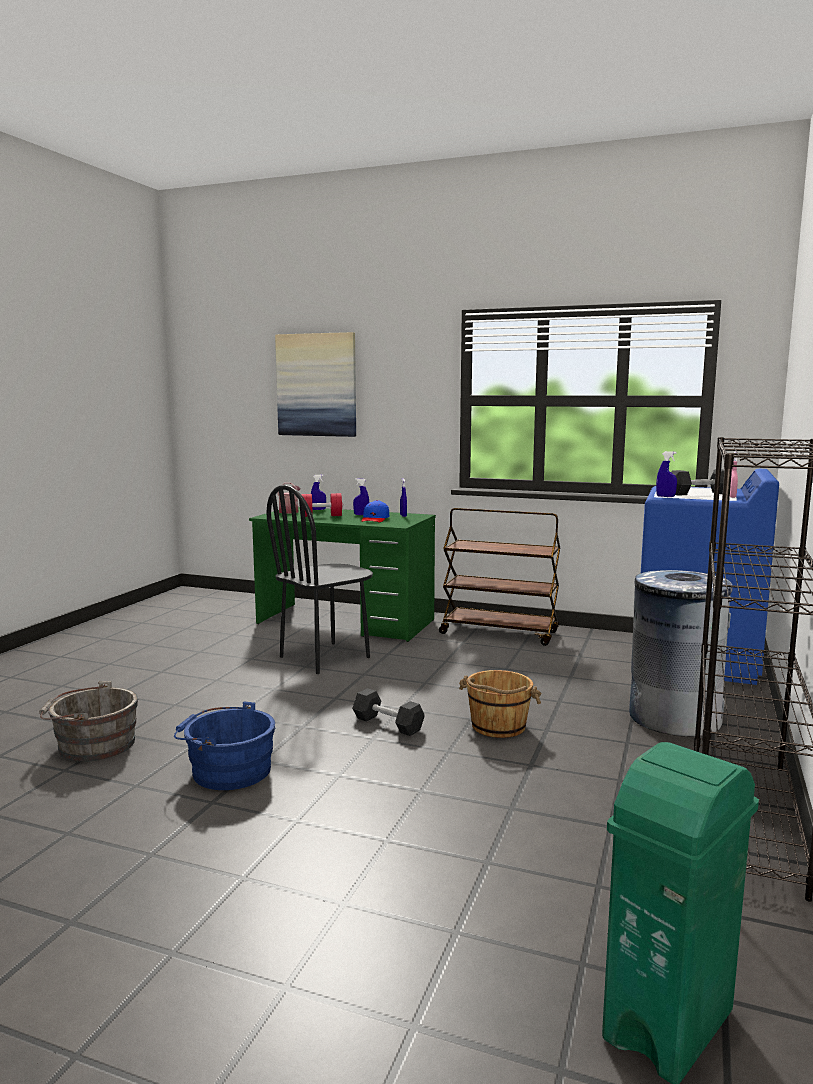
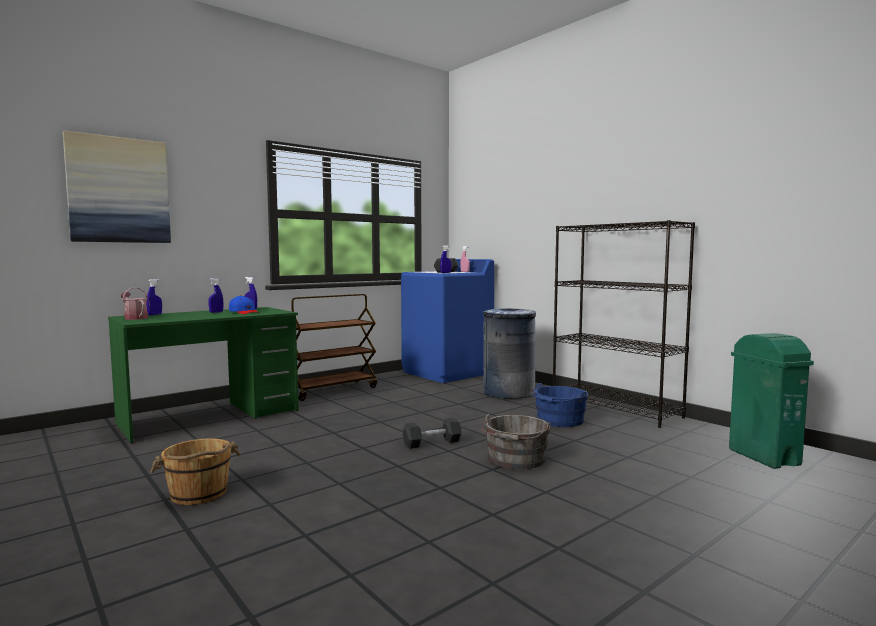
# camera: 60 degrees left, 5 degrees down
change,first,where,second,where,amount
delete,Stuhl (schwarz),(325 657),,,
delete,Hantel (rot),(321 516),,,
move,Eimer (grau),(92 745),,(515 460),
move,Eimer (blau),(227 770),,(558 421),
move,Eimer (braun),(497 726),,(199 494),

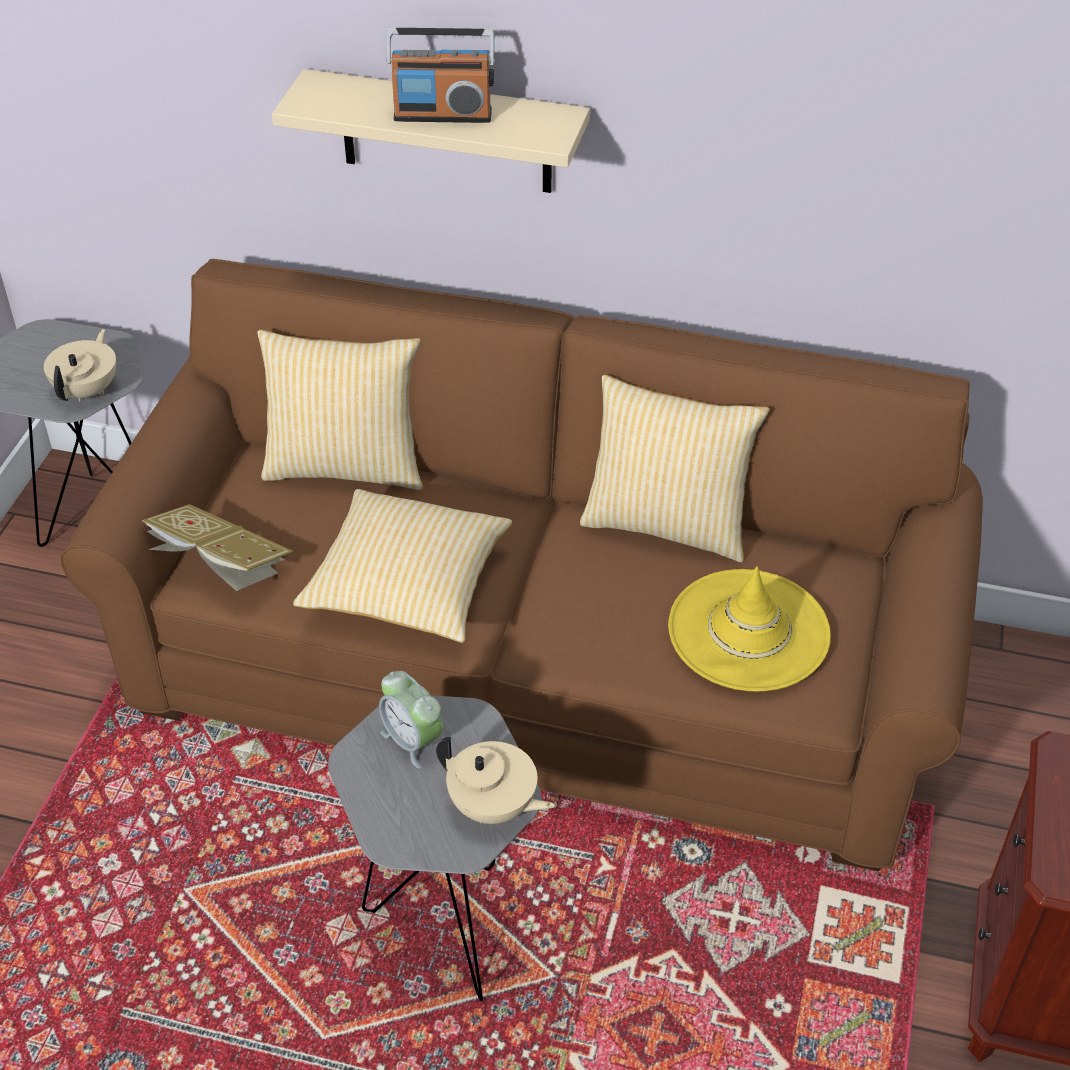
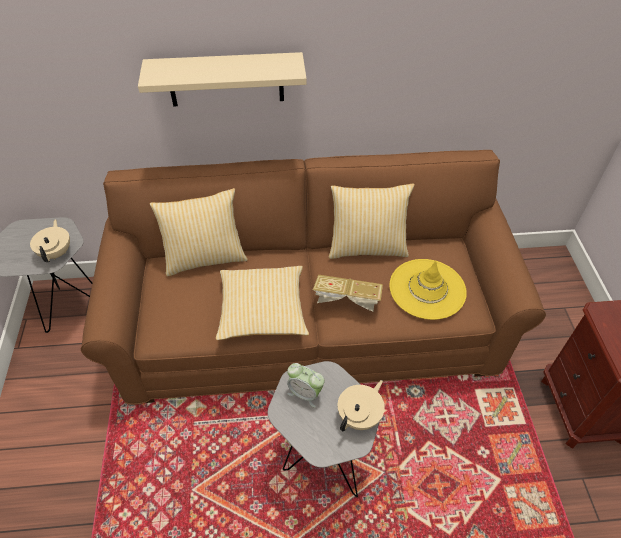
# camera: 20 degrees left, 5 degrees up
change,first,where,second,where,amount
delete,Radio,(443 115),,,
move,Buch,(220 567),,(347 301),
rotate,Teekanne (beige),(493 807),,(360 416),60 degrees counterclockwise

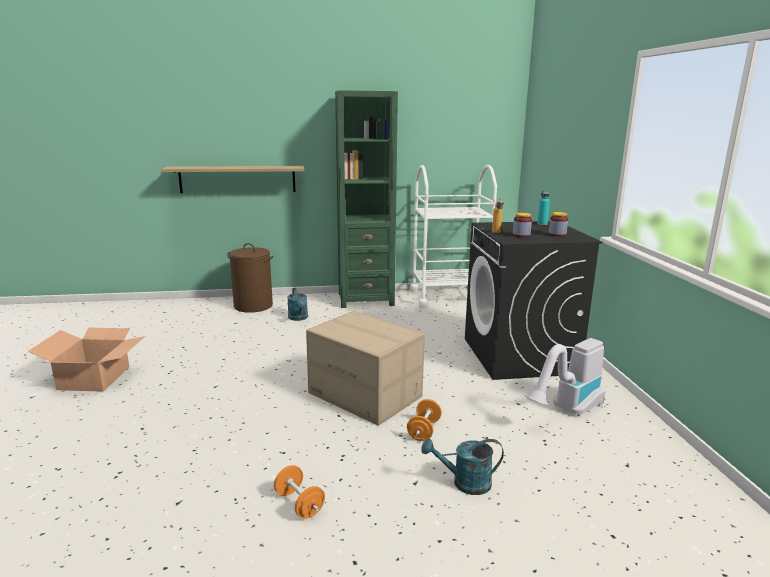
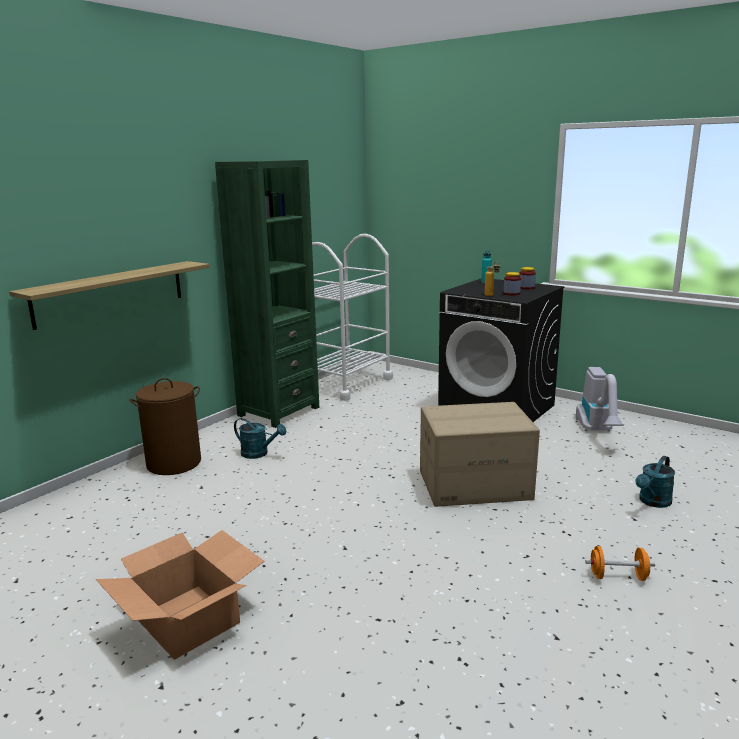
# camera: 45 degrees left, 0 degrees up
change,first,where,second,where,amount
delete,Hantel (orange),(424 430),,,

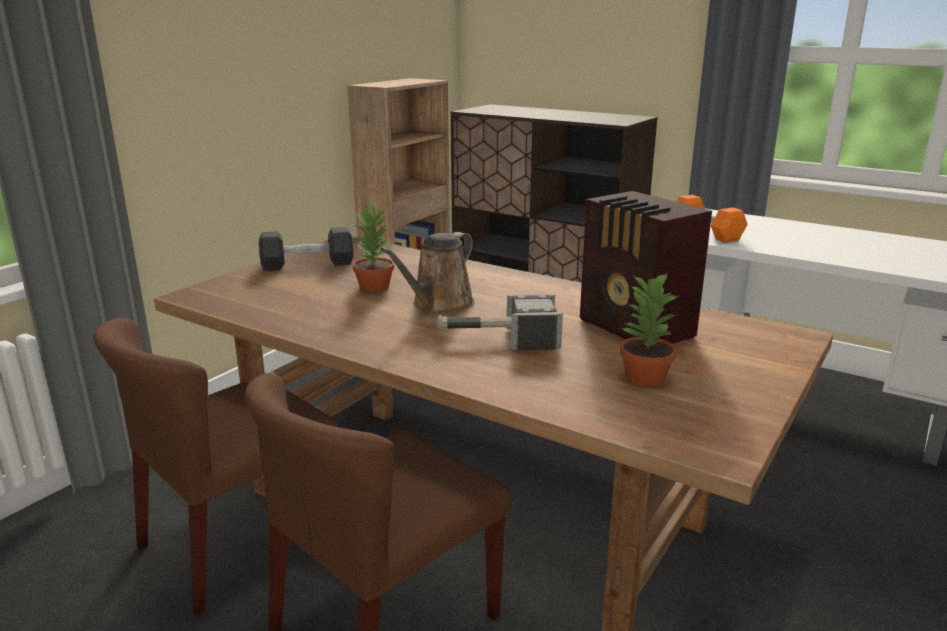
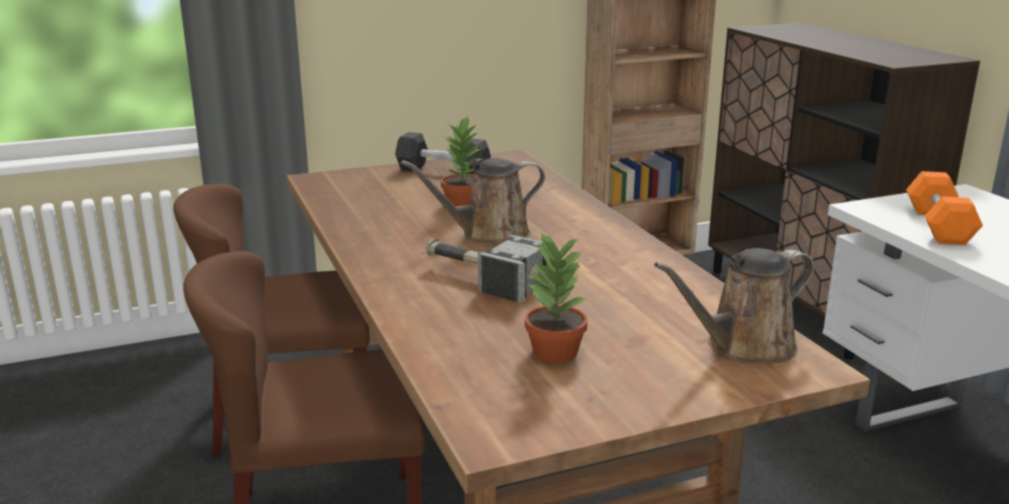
# camera: 35 degrees right, 0 degrees up
change,first,where,second,where,amount
delete,Radio,(636 329),,,
insert,,,Gießkanne (braun),(743 347),

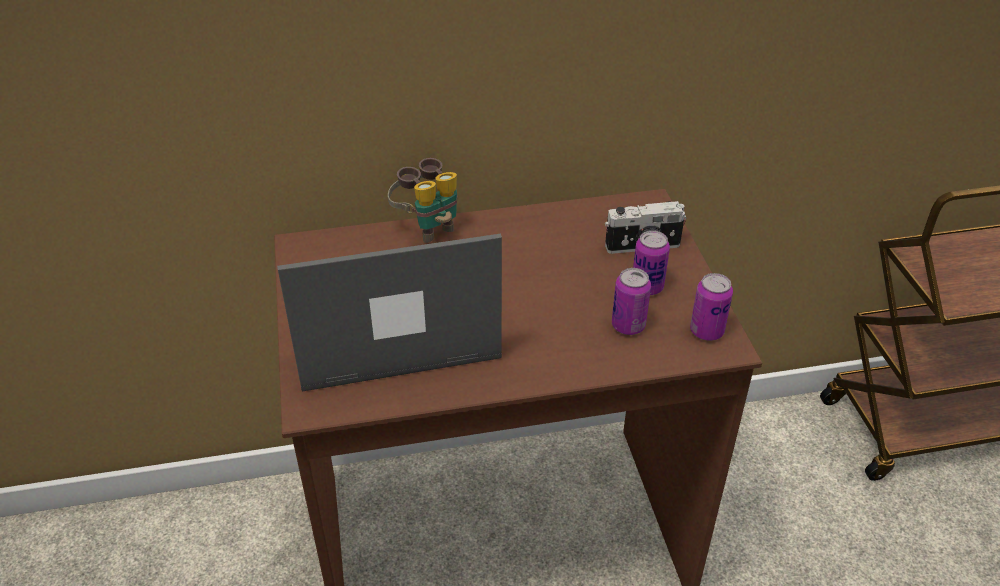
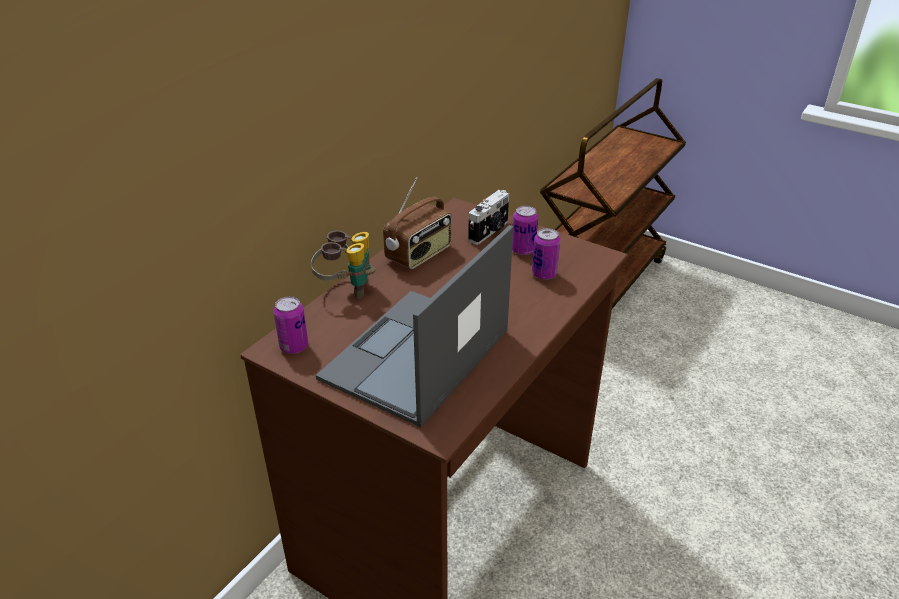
# camera: 45 degrees left, 5 degrees down
change,first,where,second,where,amount
insert,,,Radio,(419 255),
move,Dose,(706 331),,(294 346),

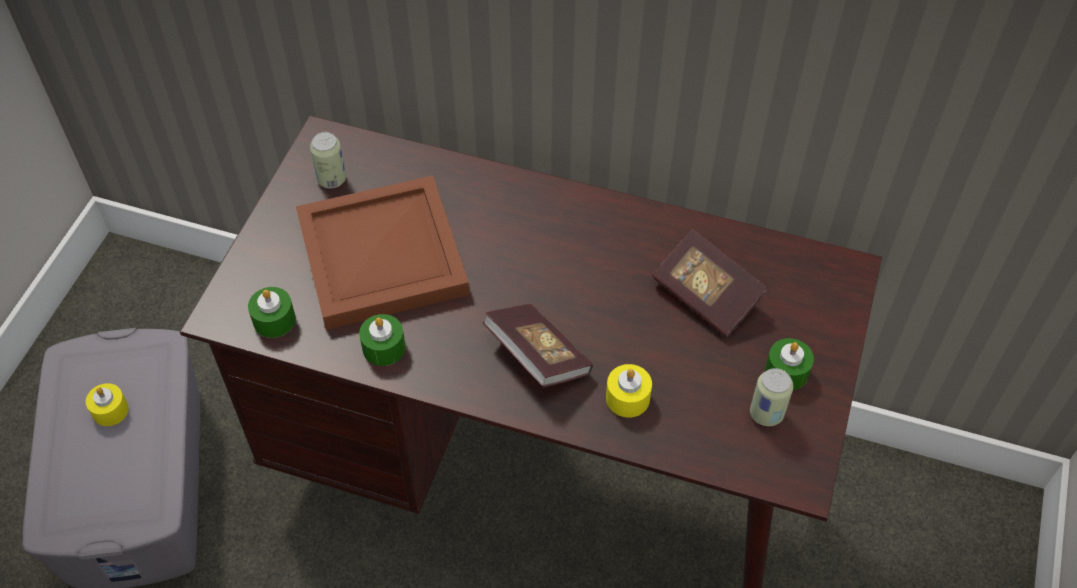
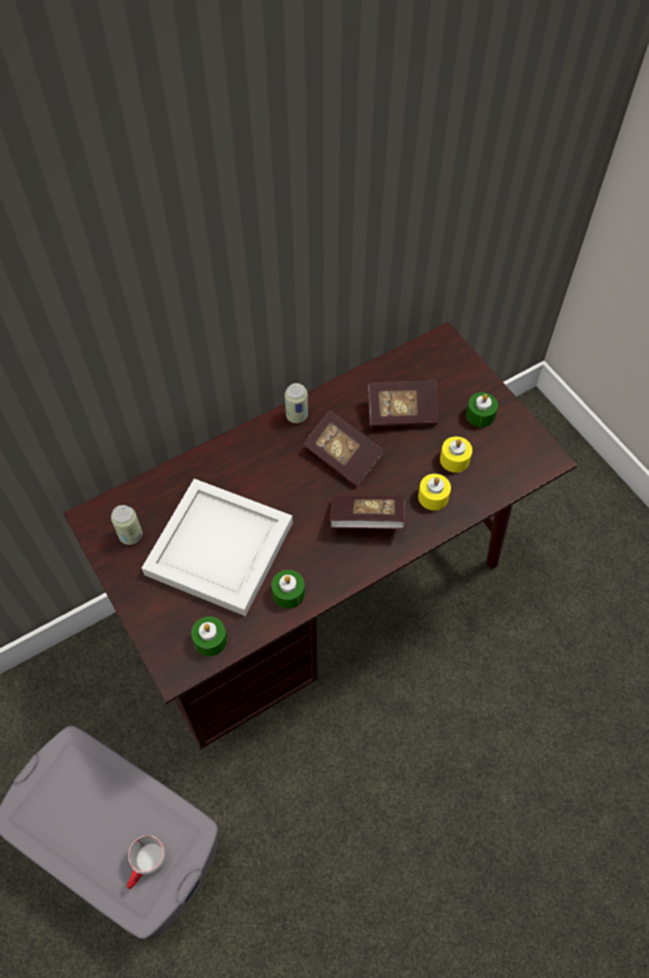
# camera: 50 degrees left, 5 degrees up
change,first,where,second,where,amount
insert,,,Henkelbecher (grau),(147 866),
insert,,,Buch,(343 457),
move,Kerze (gelb),(110 410),,(454 459),
move,Dose,(766 414),,(297 415),
recolor,Tablett (braun),(379 255),Tablett (weiß),(217 549),

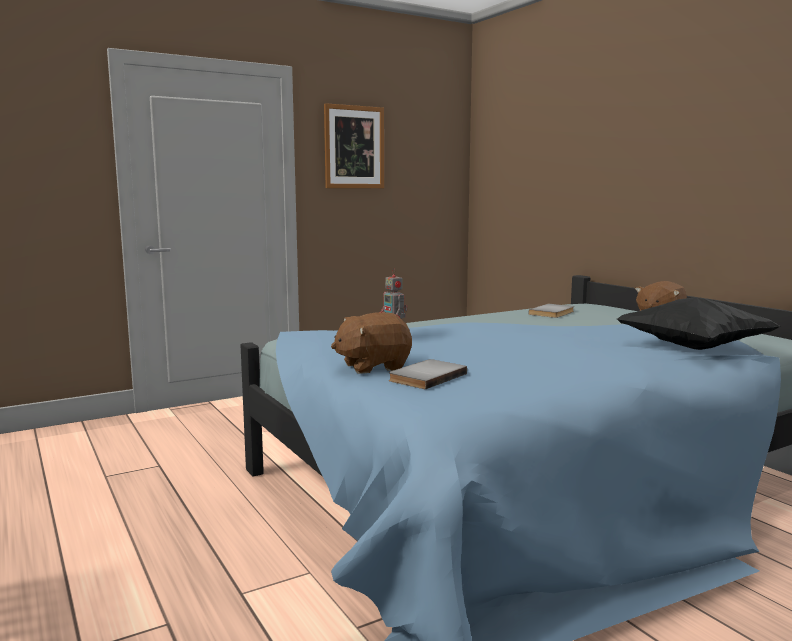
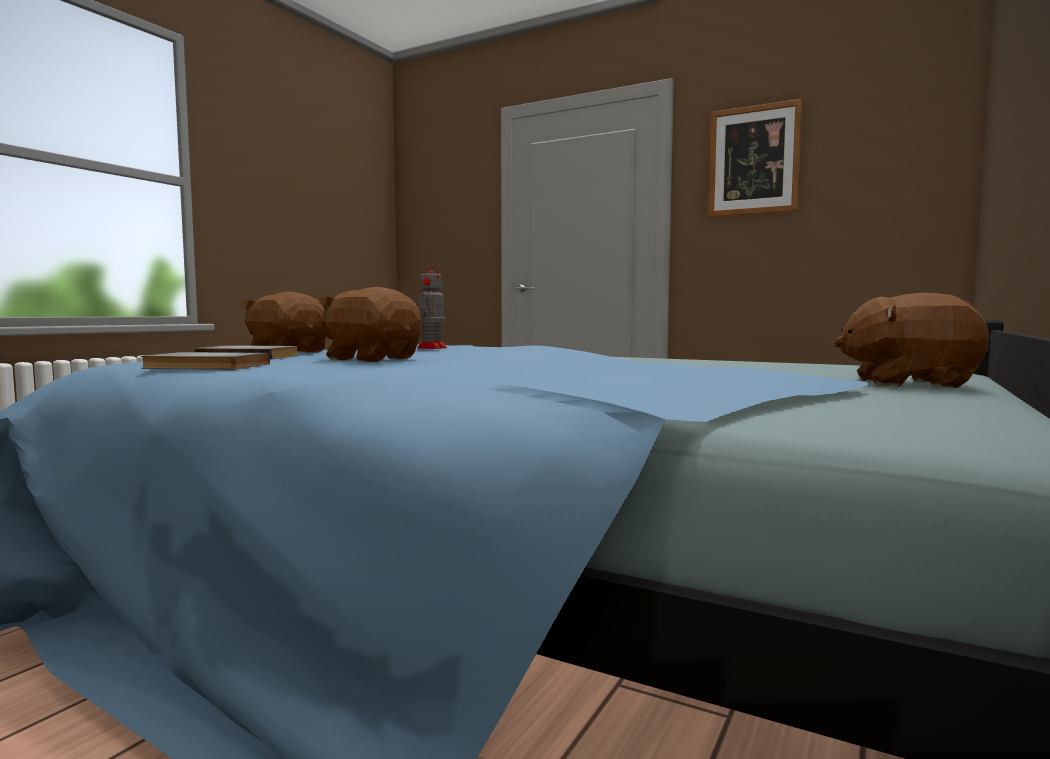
# camera: 60 degrees right, 5 degrees down
change,first,where,second,where,amount
delete,Kissen (schwarz),(693 347),,,
insert,,,Plüschtier (braun),(372 359),
move,Buch (grau),(553 313),,(204 366),

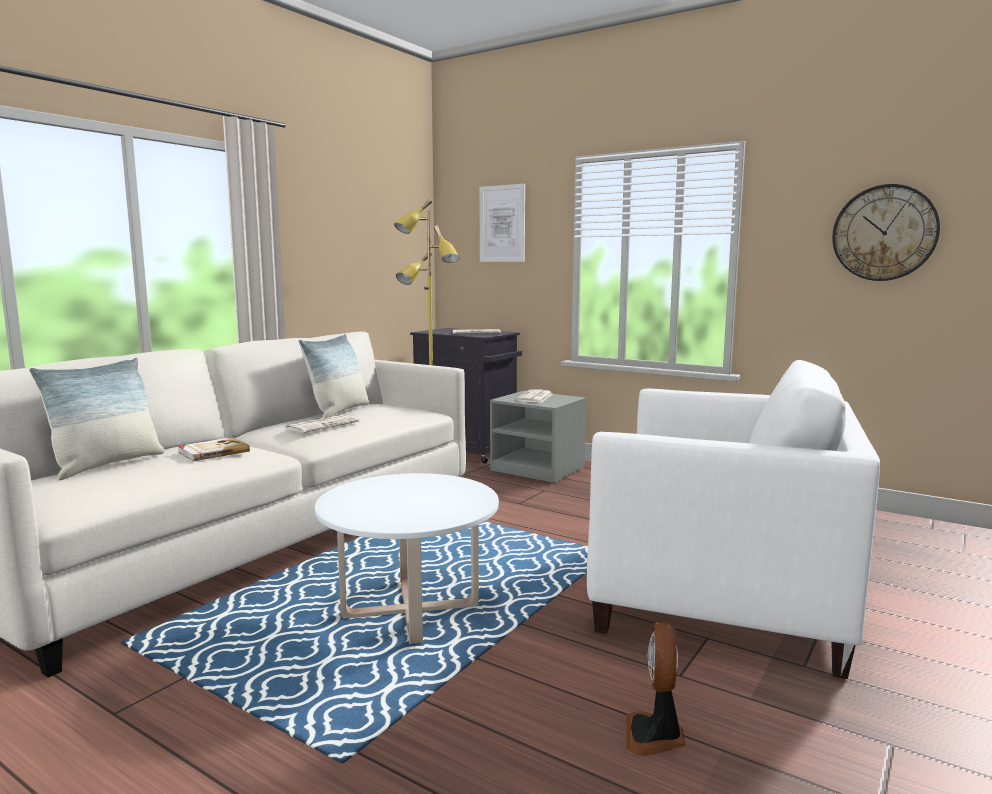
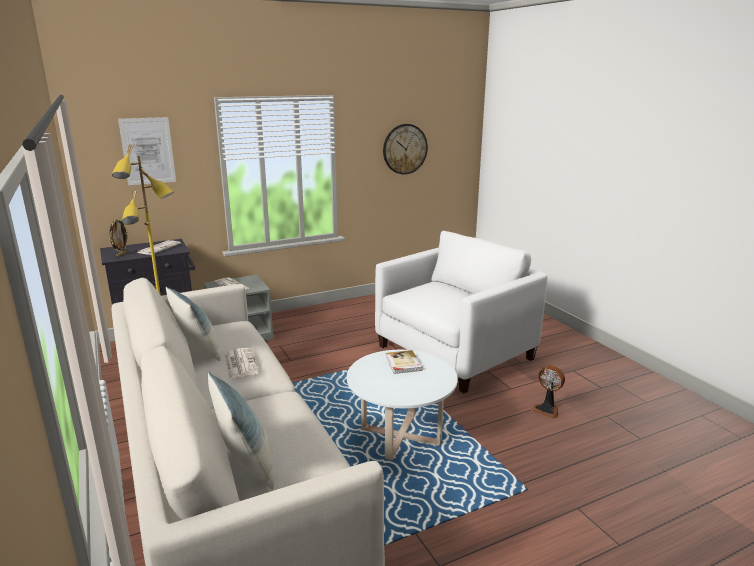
# camera: 60 degrees left, 10 degrees up
change,first,where,second,where,amount
insert,,,Bilderrahmen,(121 254),
move,Buch,(213 452),,(403 363),

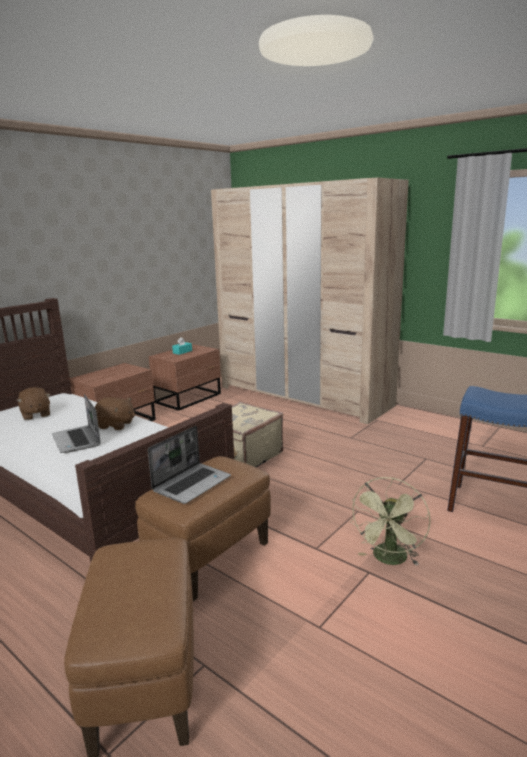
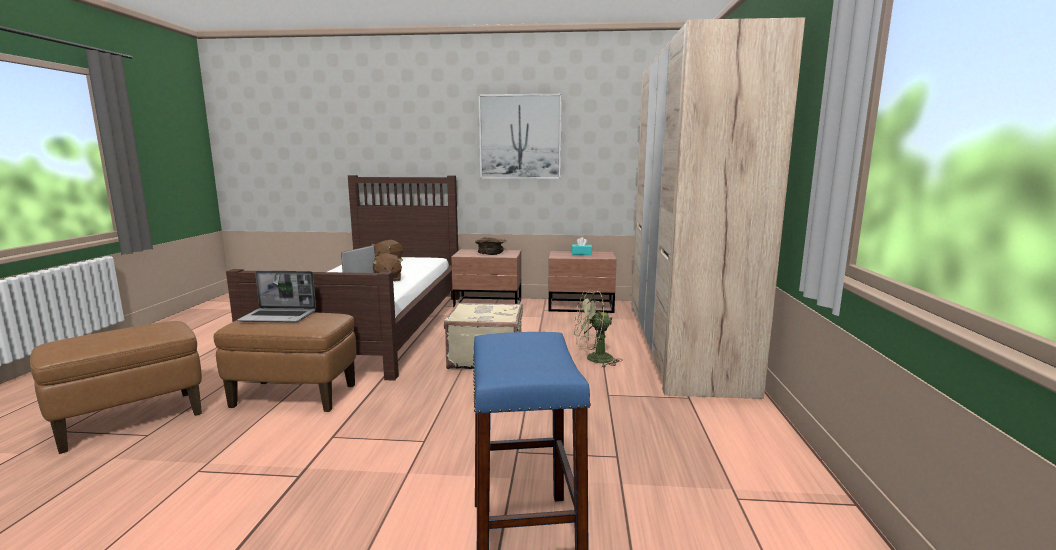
# camera: 55 degrees right, 5 degrees down
change,first,where,second,where,amount
insert,,,Schüssel (braun),(491 252),
insert,,,Bild,(520 137),
move,Ventilator (grün),(389 560),,(594 359),

